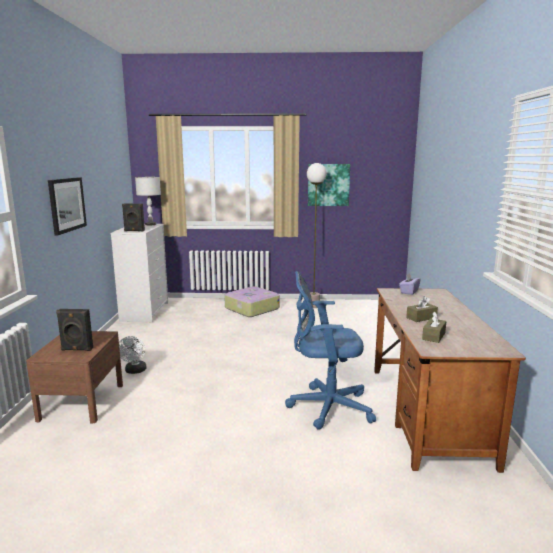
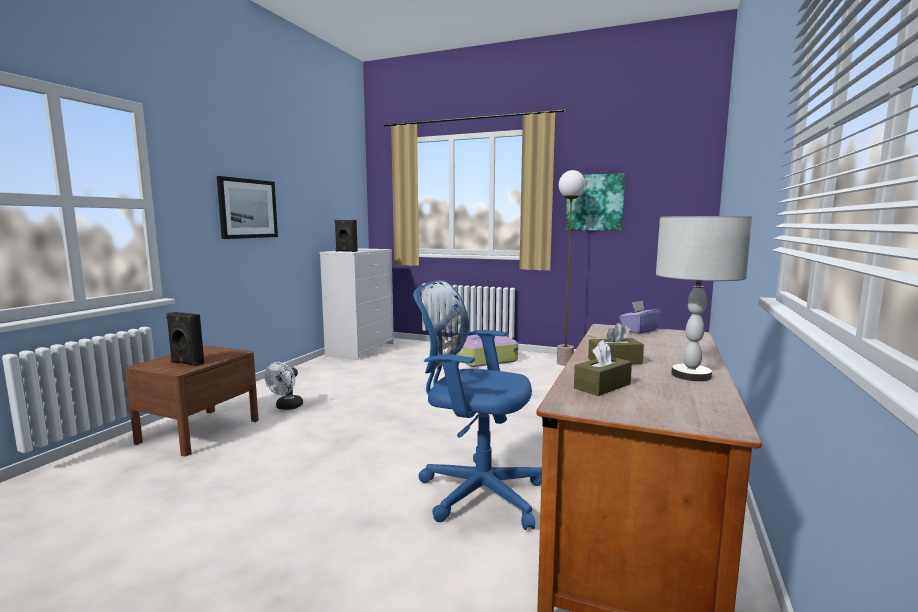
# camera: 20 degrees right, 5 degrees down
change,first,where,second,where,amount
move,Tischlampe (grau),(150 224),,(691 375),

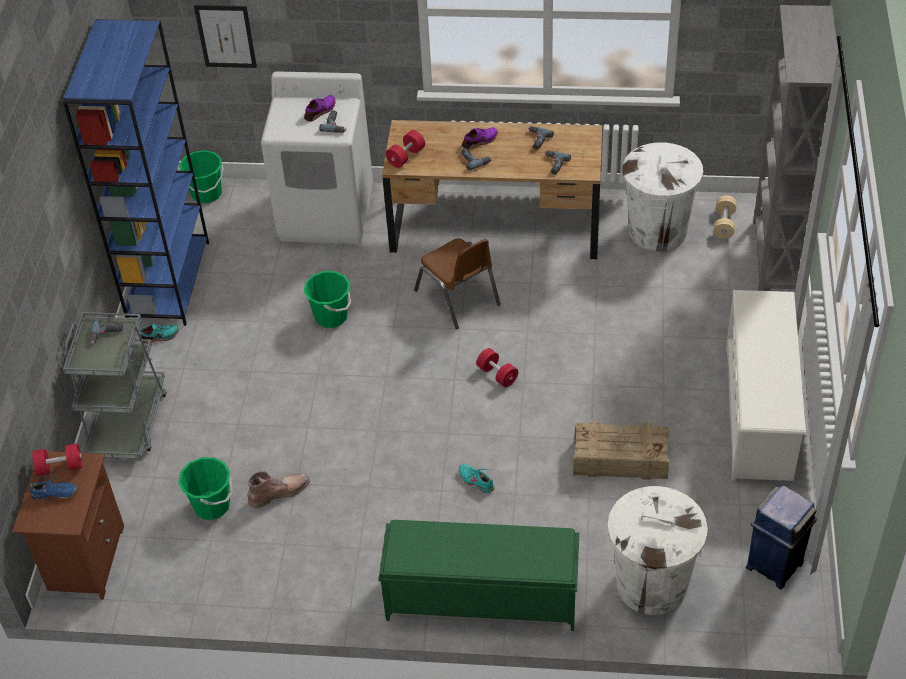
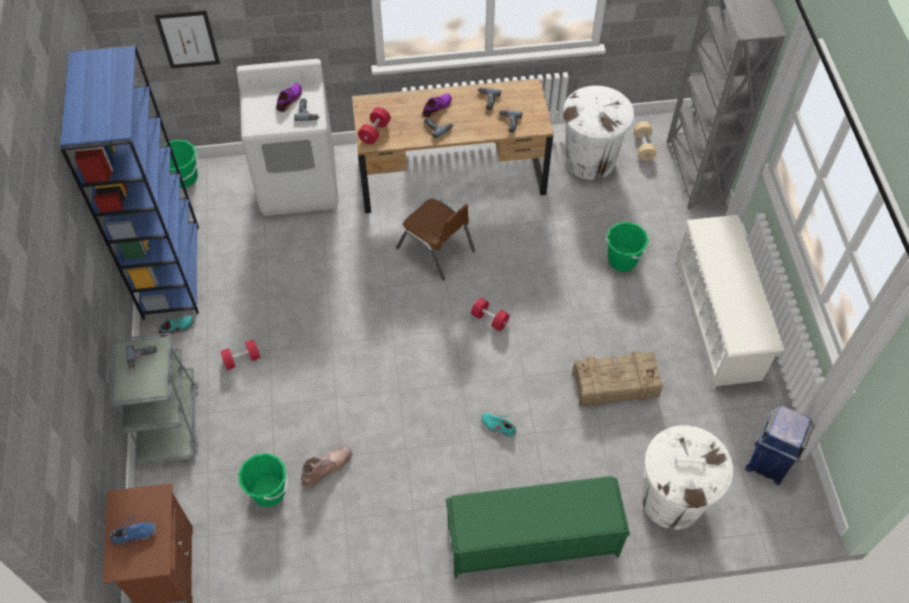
# camera: 15 degrees left, 10 degrees up
change,first,where,second,where,amount
move,Hantel (rot),(60 467),,(242 359),
move,Eimer (grün),(331 316),,(622 260),

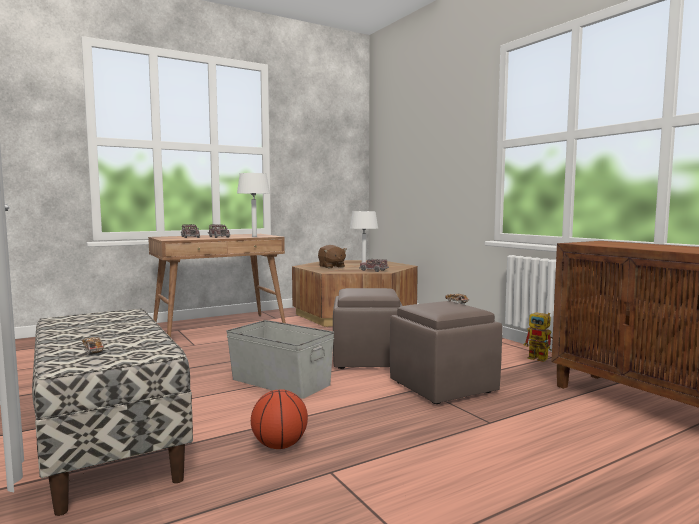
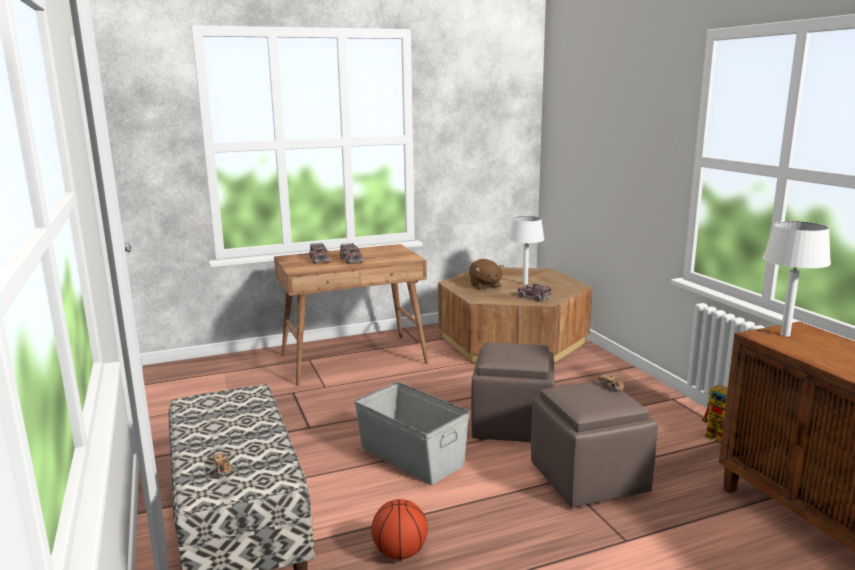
# camera: 10 degrees right, 10 degrees up
change,first,where,second,where,amount
move,Tischlampe (weiß),(254 236),,(785 335),

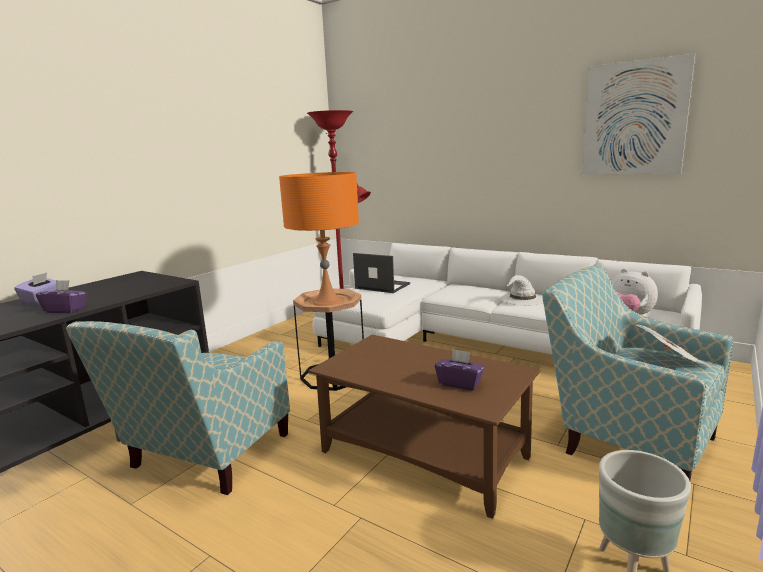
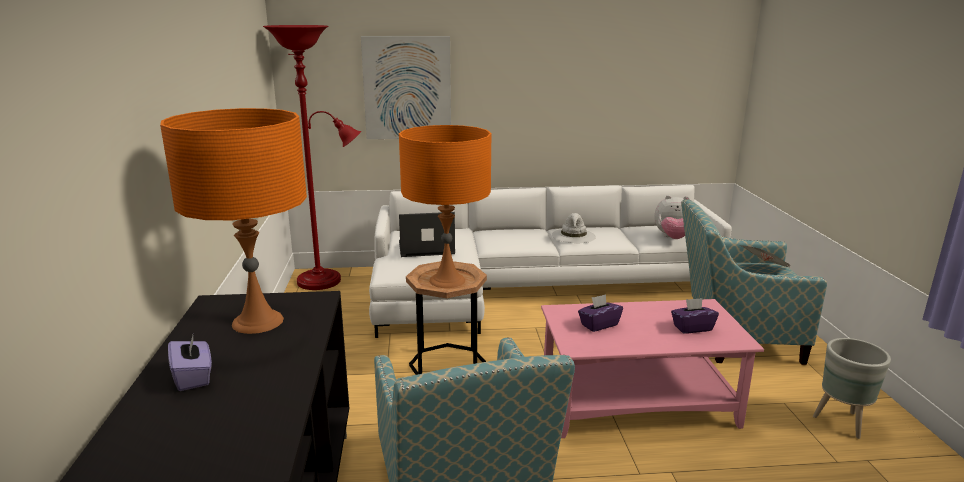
# camera: 40 degrees left, 5 degrees up
change,first,where,second,where,amount
insert,,,Tischlampe (orange),(257 321),
move,Taschentuchbox (lila),(65 310),,(599 324),
move,Bild,(634 118),,(407 88),
recolor,Couchtisch (braun),(425 454),Couchtisch (rosa),(638 403),

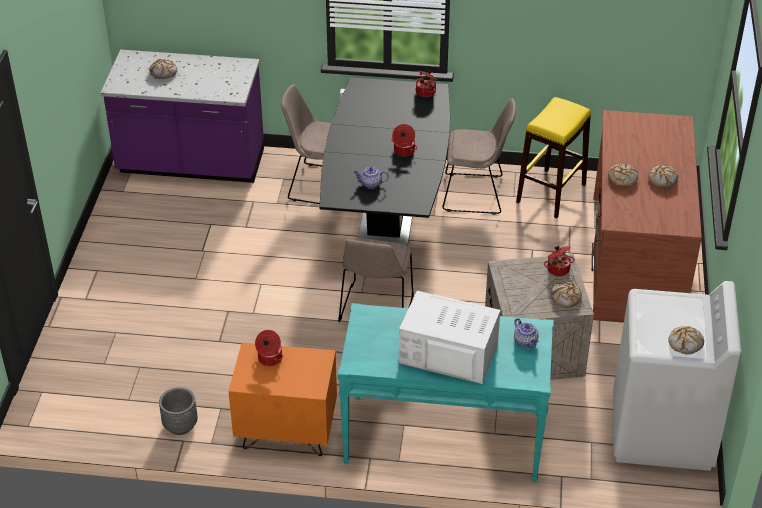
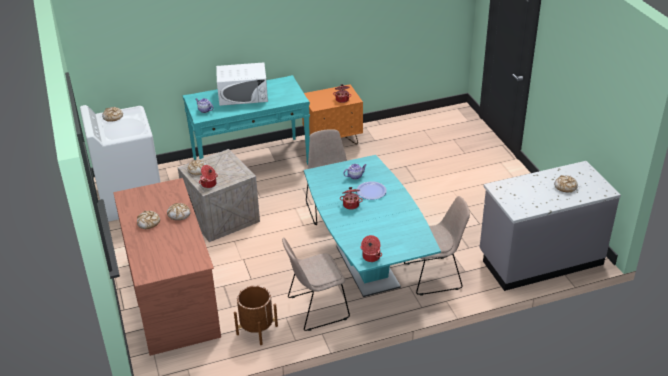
# camera: 155 degrees right, 5 degrees down
change,first,where,second,where,amount
delete,Pflanzkübel (grau),(180 425),,,
insert,,,Teller,(371 191),
replace,Hocker (gelb),(551 193),Pflanzkübel (braun),(257 330),
recolor,Küchenzeile (lila),(191 164),Küchenzeile (grau),(540 259),
recolor,Esstisch (schwarz),(387 218),Esstisch (türkis),(367 267),

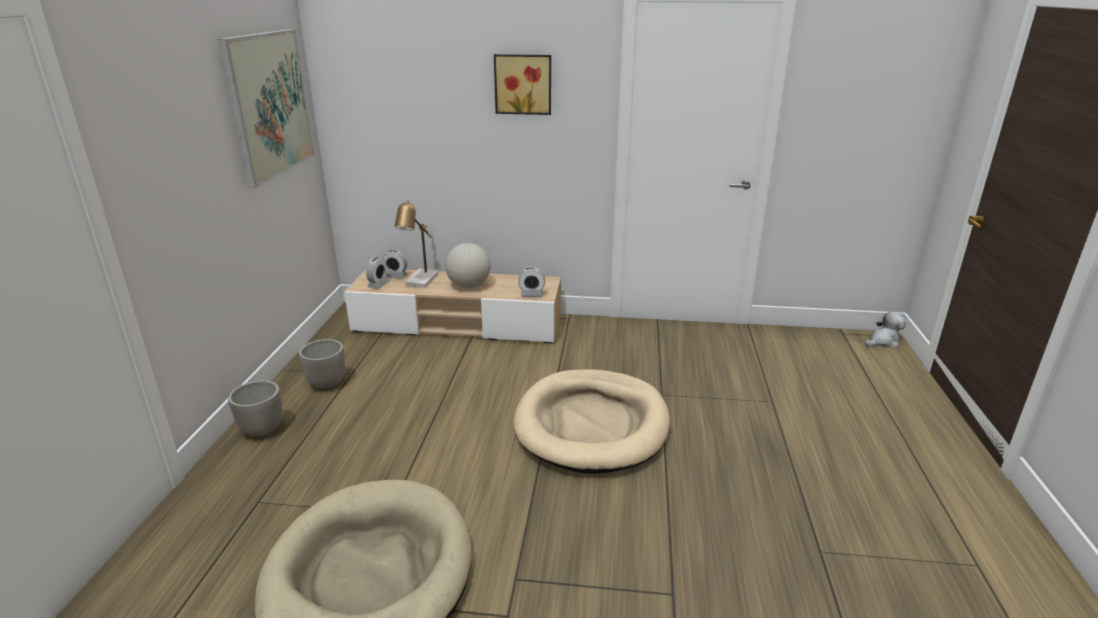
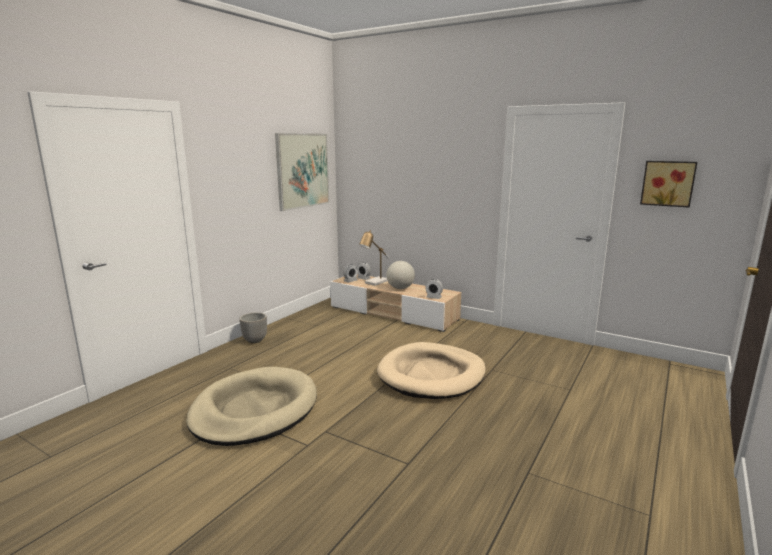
# camera: 25 degrees right, 10 degrees down
change,first,where,second,where,amount
delete,Pflanzkübel,(327 384),,,
delete,Plüschtier,(883 342),,,
move,Bild,(523 84),,(667 183),

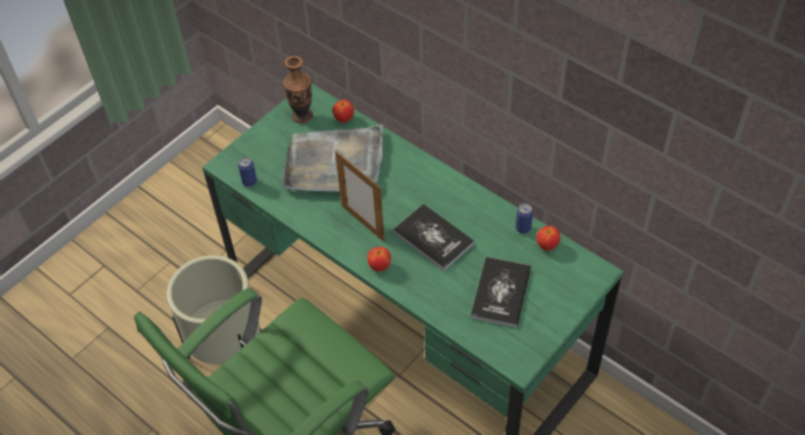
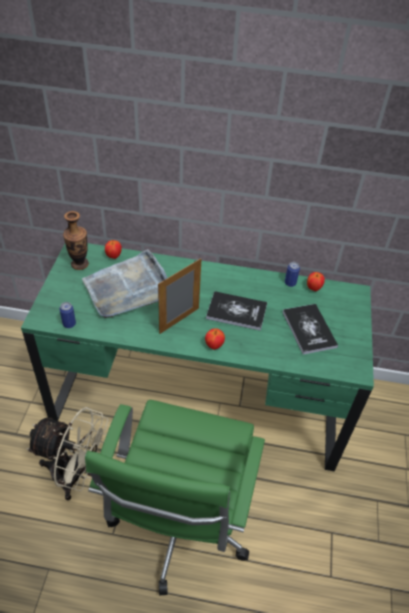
# camera: 35 degrees left, 5 degrees down
change,first,where,second,where,amount
replace,Pflanzkübel (beige),(227 349),Ventilator (beige),(75 475),
rotate,Bilderrahmen,(363 223),,(179 320),120 degrees clockwise

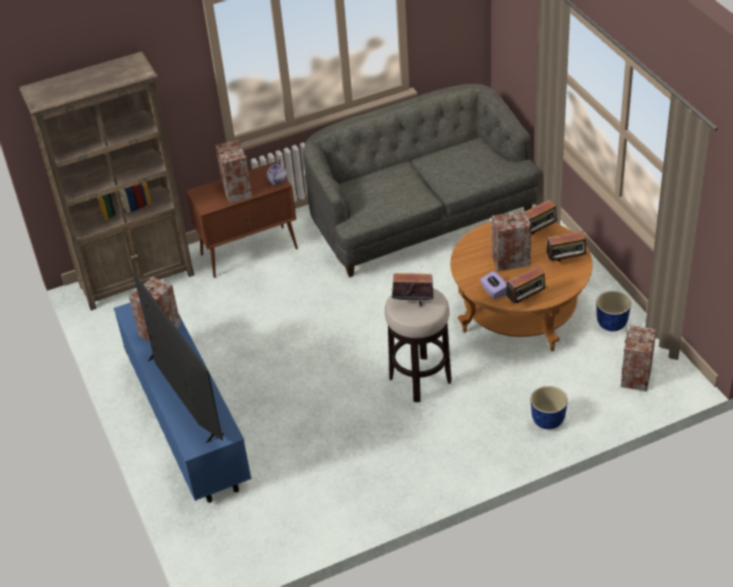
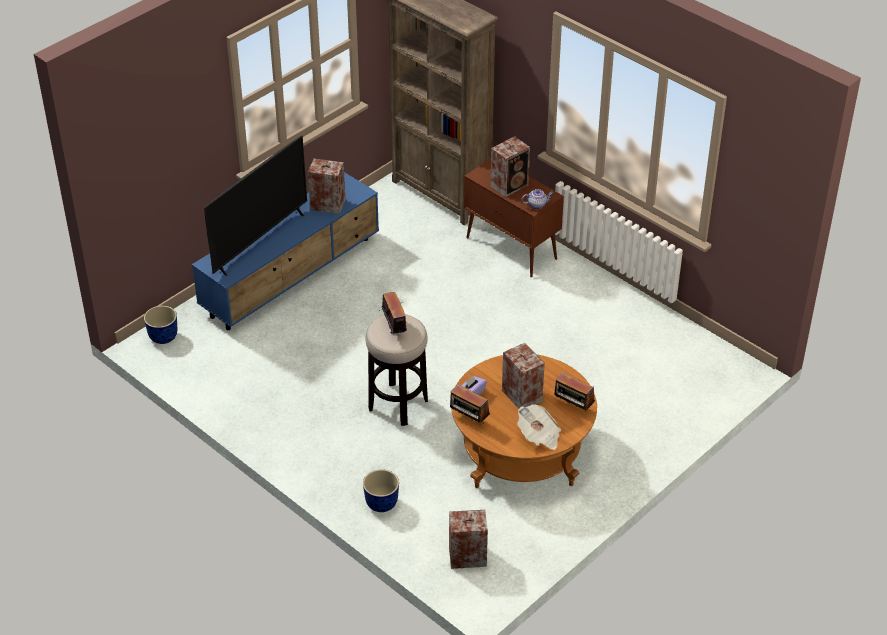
# camera: 65 degrees right, 0 degrees up
change,first,where,second,where,amount
delete,Sofa (grau),(421 218),,,
move,Pflanzkübel,(611 324),,(163 337),
replace,Radio,(566 262),Zeitung,(539 436),

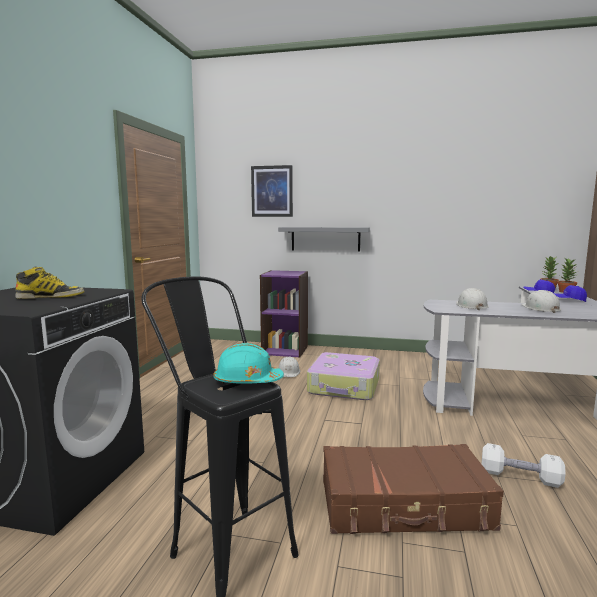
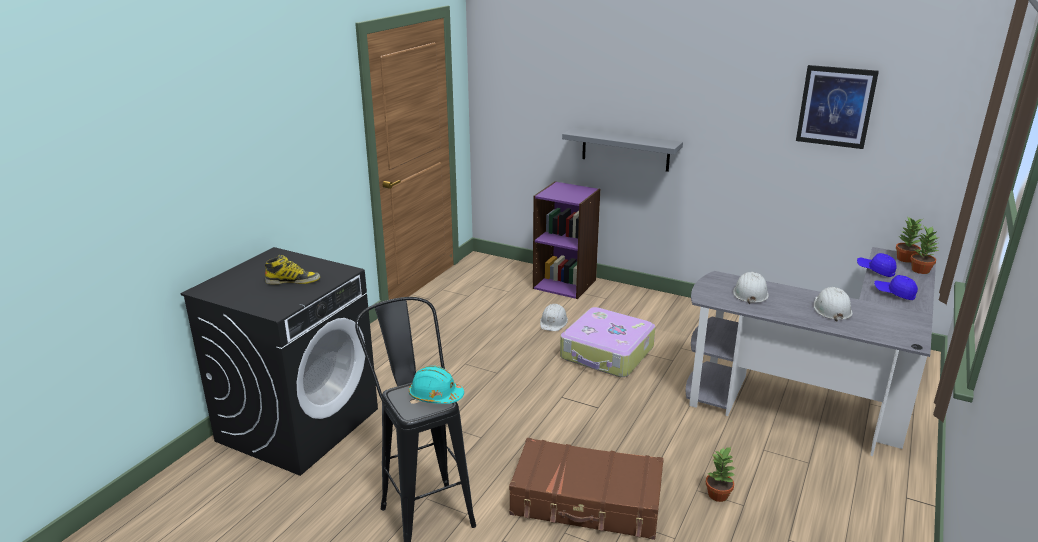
# camera: 15 degrees right, 15 degrees up
change,first,where,second,where,amount
move,Bild,(272 191),,(836 106),
replace,Hantel (weiß),(520 477),Topfpflanze,(718 495),

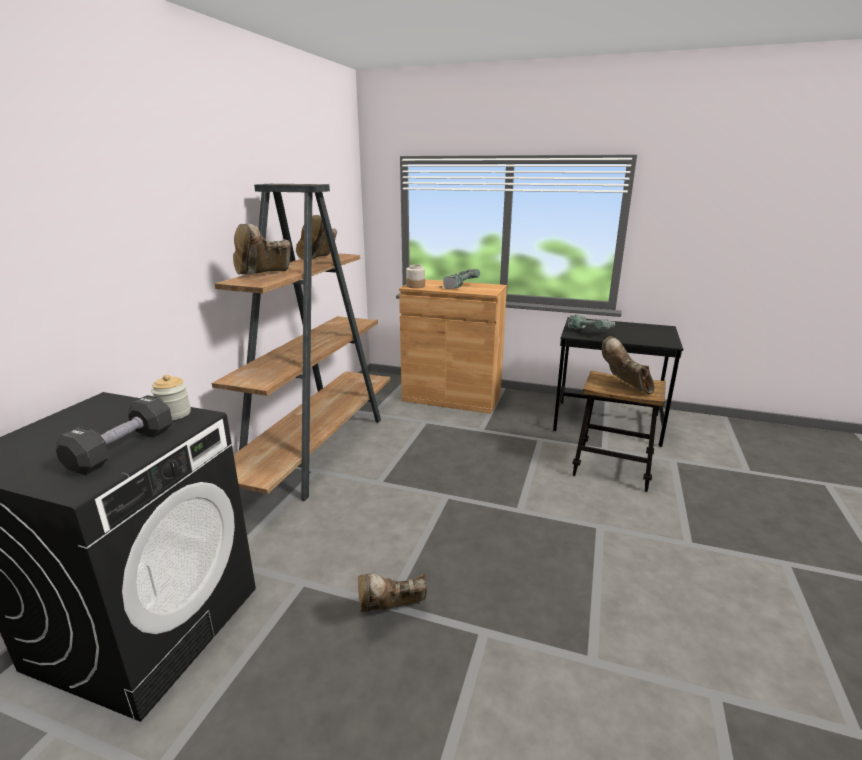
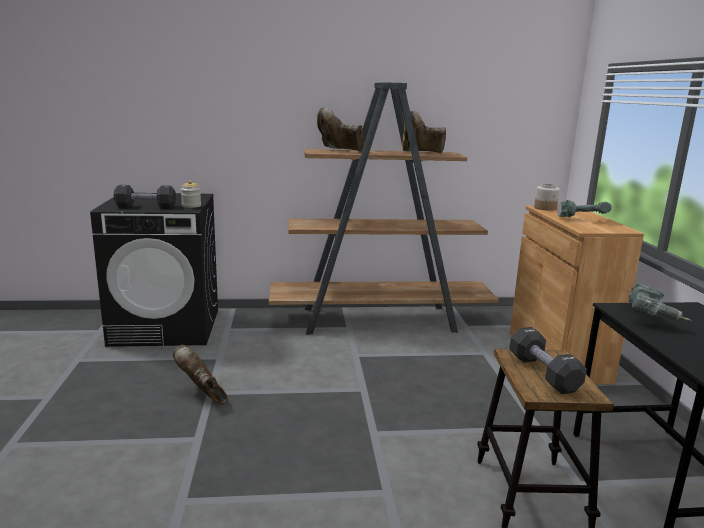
# camera: 65 degrees right, 5 degrees down
change,first,where,second,where,amount
replace,Stiefel (braun),(625 386),Hantel (schwarz),(543 373),

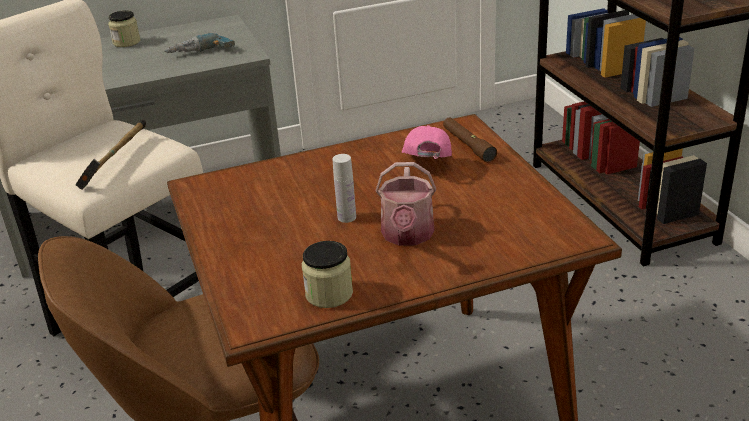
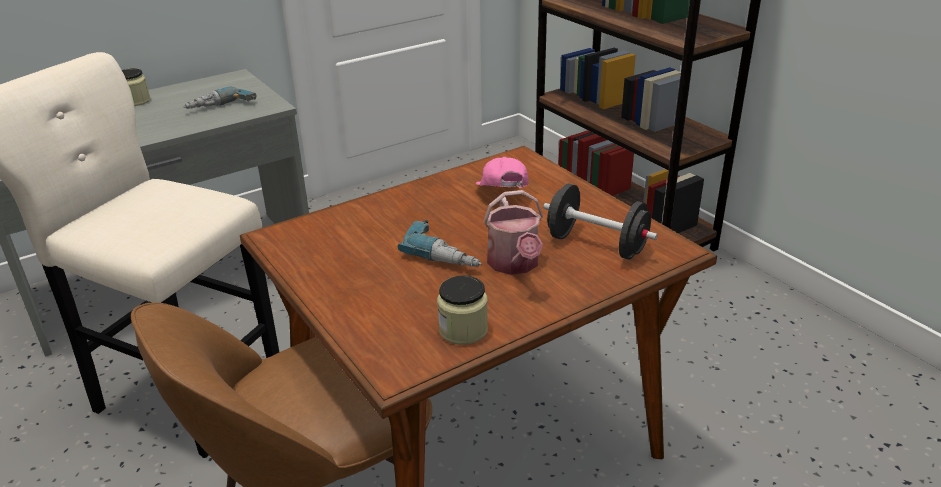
# camera: 15 degrees left, 0 degrees up
change,first,where,second,where,amount
delete,Hammer,(115 163),,,
delete,Taschenlampe (braun),(468 145),,,
insert,,,Hantel (schwarz),(596 245),
replace,Flasche (weiß),(346 217),Bohrmaschine,(446 253),

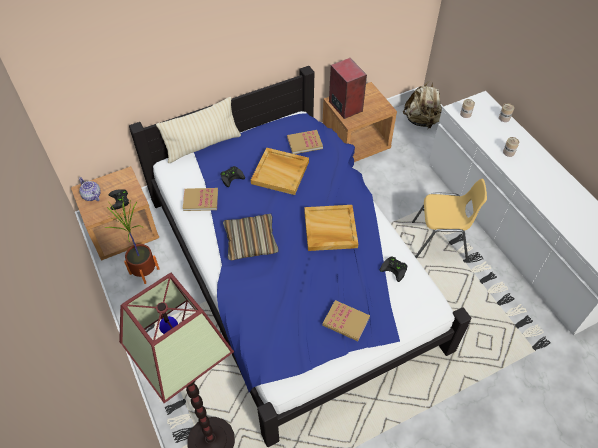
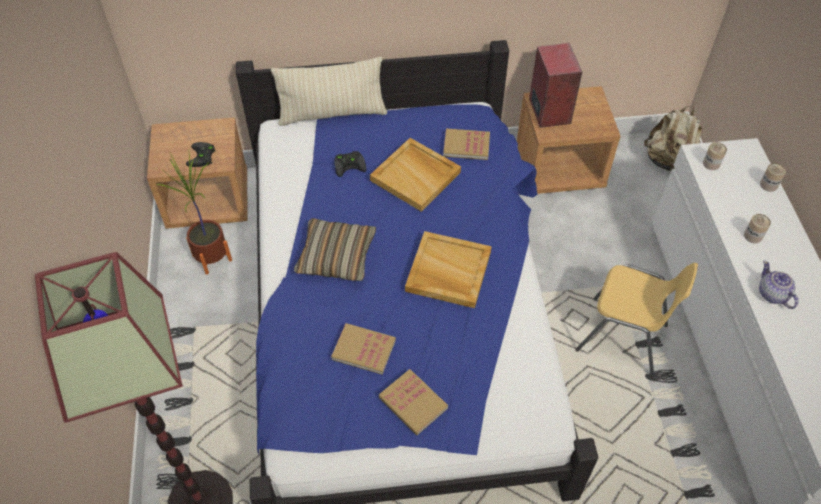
# camera: 20 degrees right, 0 degrees up
change,first,where,second,where,amount
delete,Gamepad (schwarz),(395 269),,,
move,Teekanne,(91 196),,(772 294),
move,Buch,(200 200),,(364 350),

